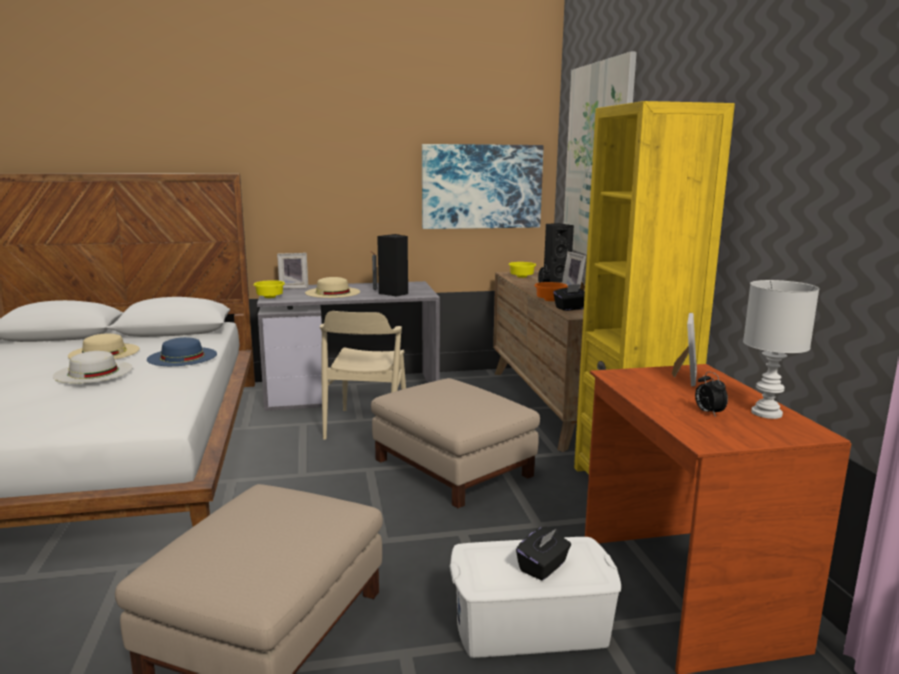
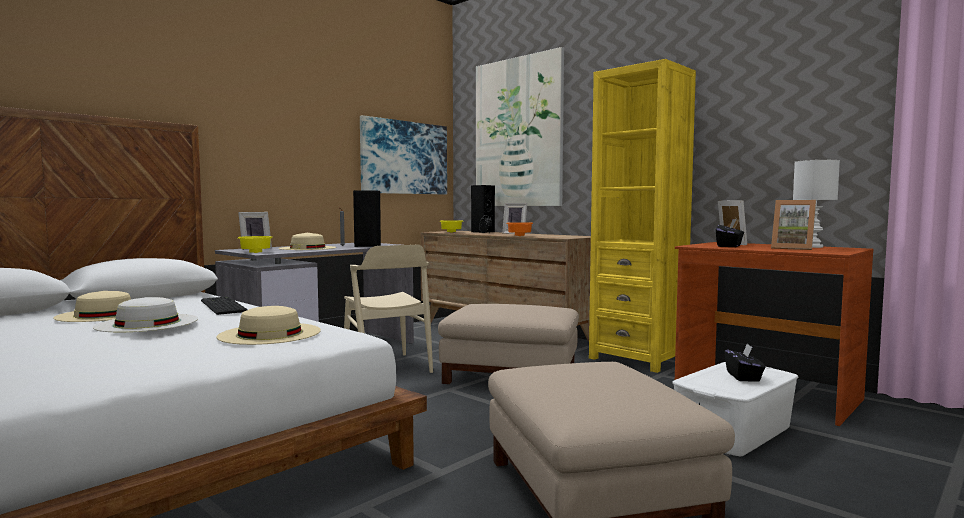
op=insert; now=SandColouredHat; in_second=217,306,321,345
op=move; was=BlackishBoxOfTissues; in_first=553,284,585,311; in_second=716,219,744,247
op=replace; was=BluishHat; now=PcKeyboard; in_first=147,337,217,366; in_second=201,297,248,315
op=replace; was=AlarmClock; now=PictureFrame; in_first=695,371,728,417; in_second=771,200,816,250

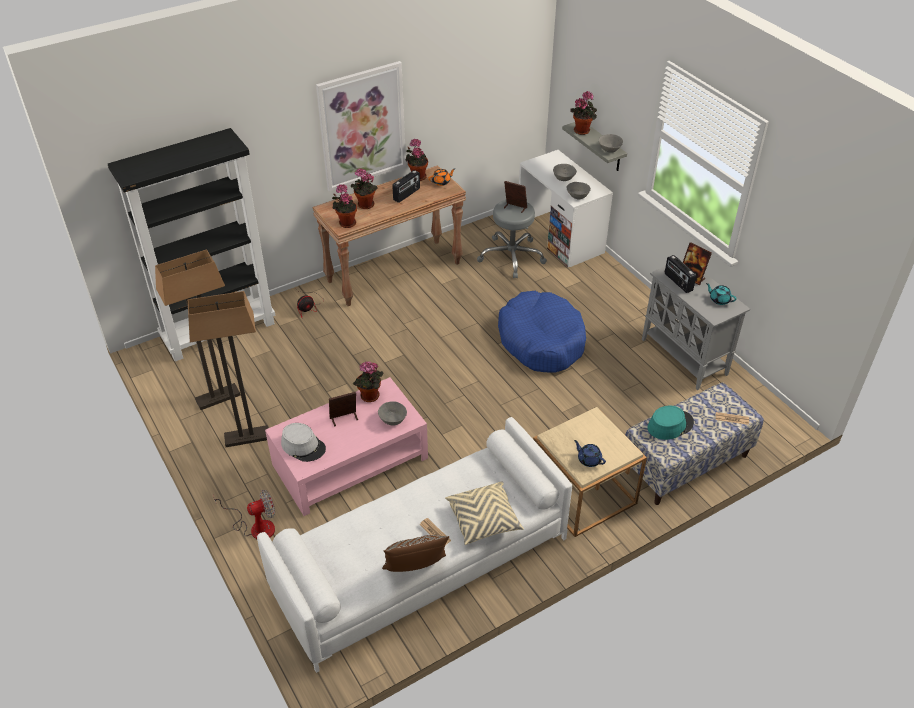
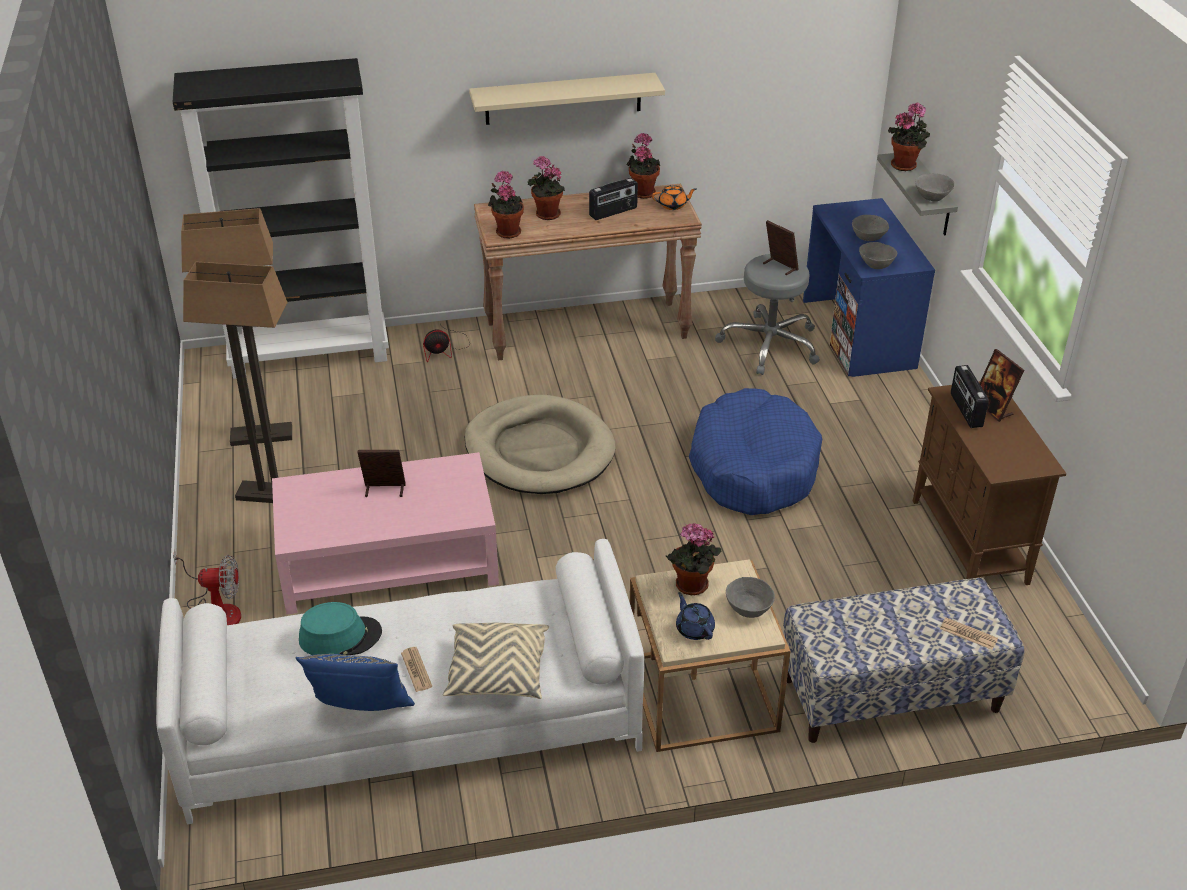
op=delete; was=GreyHat; in_first=281,423,326,462
op=delete; was=TurquoisePotForTea; in_first=706,283,737,305
op=insert; now=SandColouredDogCushion; in_second=465,395,616,494
op=move; was=Houseplant; in_first=353,361,383,402; in_second=666,523,721,595
op=move; was=GreyDeepDish; in_first=378,401,407,426; in_second=726,577,775,618
op=move; was=TurquoiseHat; in_first=648,406,694,440; in_second=299,602,382,655
op=replace; was=Picture; now=SandColouredWallShelf; in_first=316,61,406,192; in_second=469,73,665,125
op=recolor; was=BrownColouredCushion; now=BluishCushion; in_first=382,535,449,572; in_second=295,654,415,711
op=recolor; was=WhitishDeskUnit; now=BluishDeskUnit; in_first=519,150,613,267; in_second=803,198,935,377
op=recolor; was=GreyCabinet; now=BrownColouredCabinet; in_first=642,258,750,390; in_second=913,381,1066,585

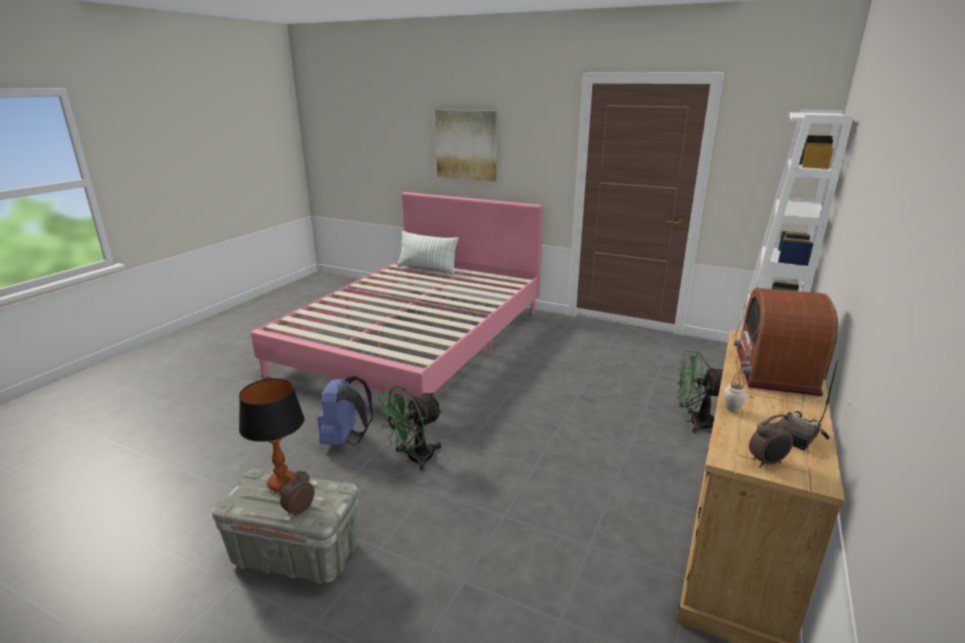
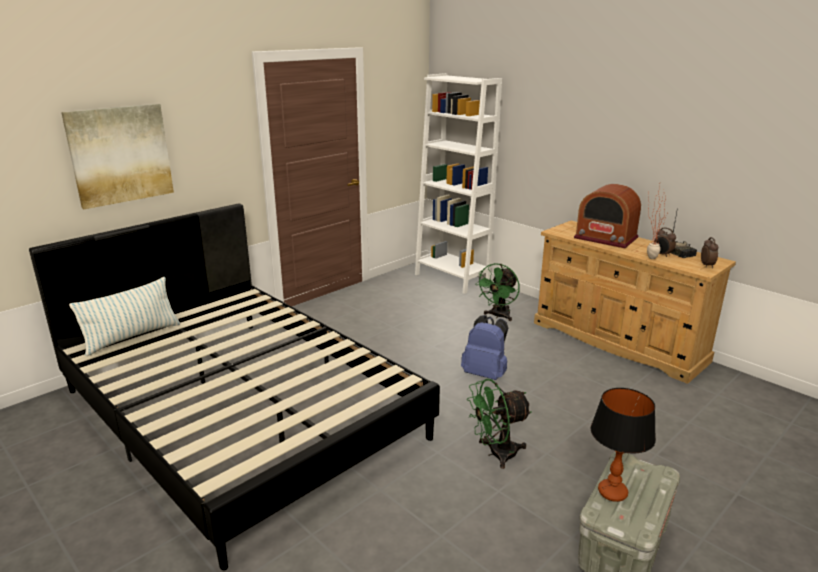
op=move; was=AlarmClock; in_first=280,471,315,518; in_second=654,227,676,257
op=move; was=BluishKnapsack; in_first=317,376,373,446; in_second=461,315,508,380
op=recolor; was=PinkBed; now=BlackishBed; in_first=251,192,543,399; in_second=29,203,440,570
op=rotate; was=GreenColouredFan; in_first=377,386,443,471; in_second=467,378,532,469; clockwise=90

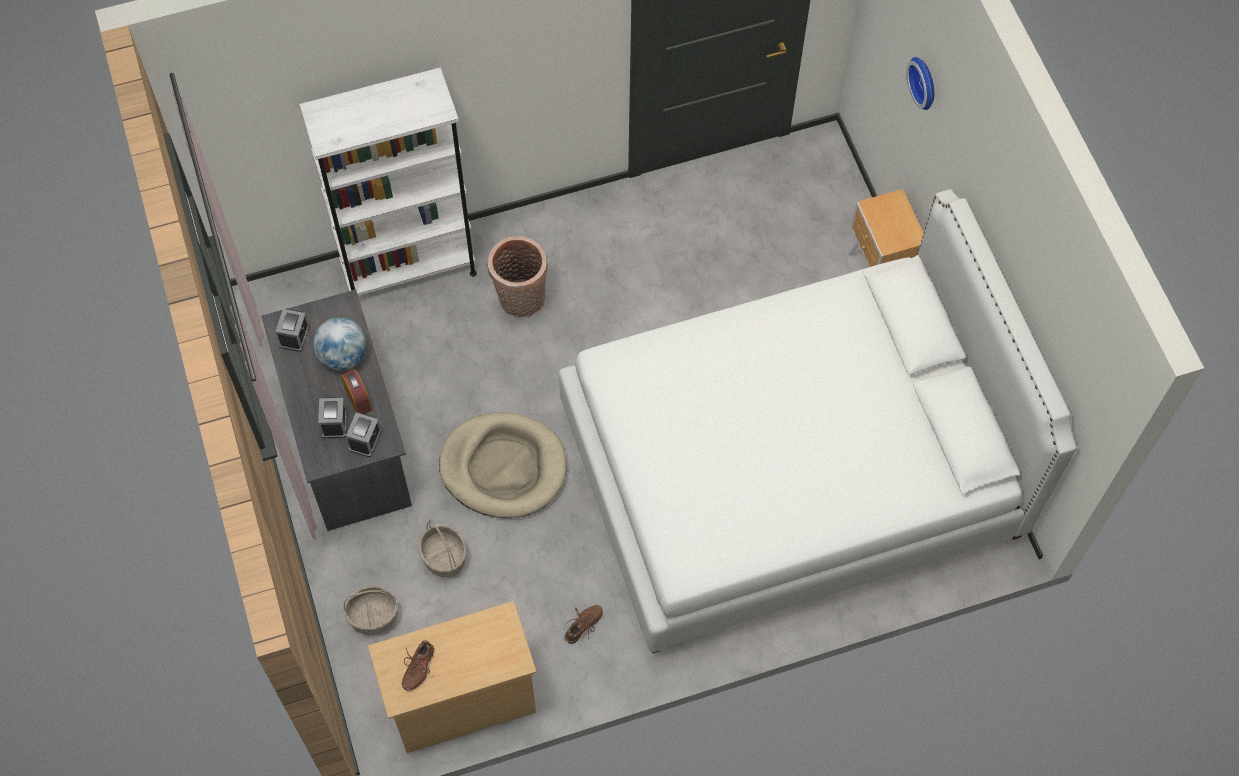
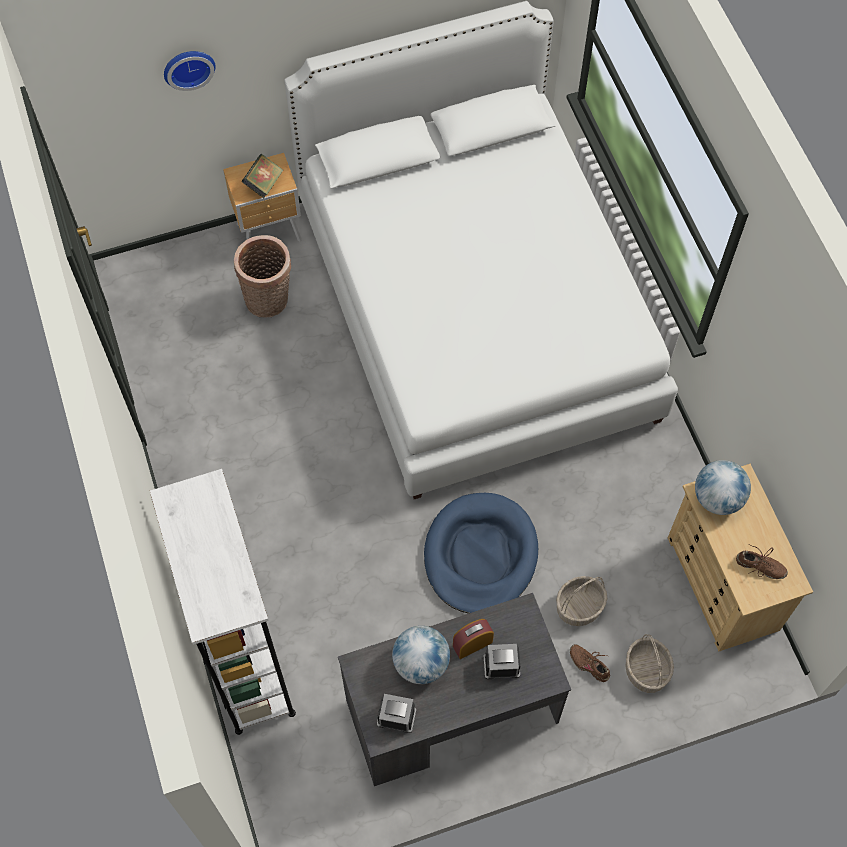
op=delete; was=AlarmClock; in_first=346,412,382,457
op=insert; now=Book; in_second=242,154,283,198
op=insert; now=Globe; in_second=695,460,751,515
op=move; was=Basket; in_first=488,236,548,318; in_second=234,235,291,318
op=move; was=BrownColouredShoe; in_first=564,605,603,644; in_second=570,644,610,682
op=recolor; was=SandColouredDogCushion; now=BluishDogCushion; in_first=439,412,566,518; in_second=424,493,538,614

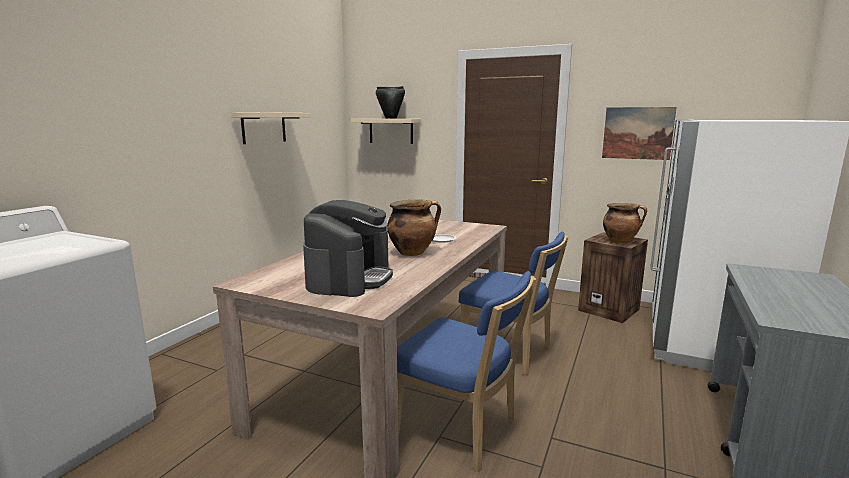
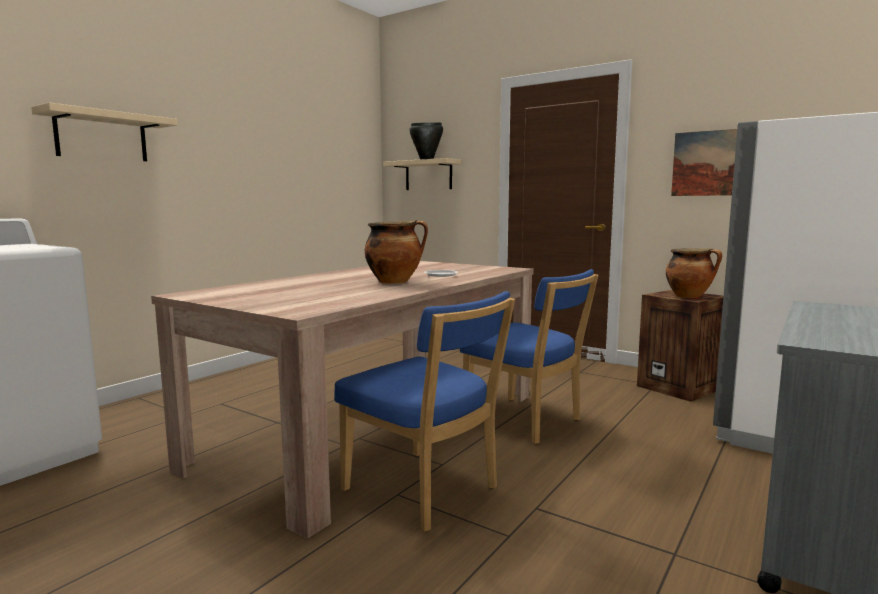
op=delete; was=CoffeeMaker; in_first=303,200,393,297
op=move; was=SandColouredWallShelf; in_first=231,112,310,144; in_second=31,102,178,161

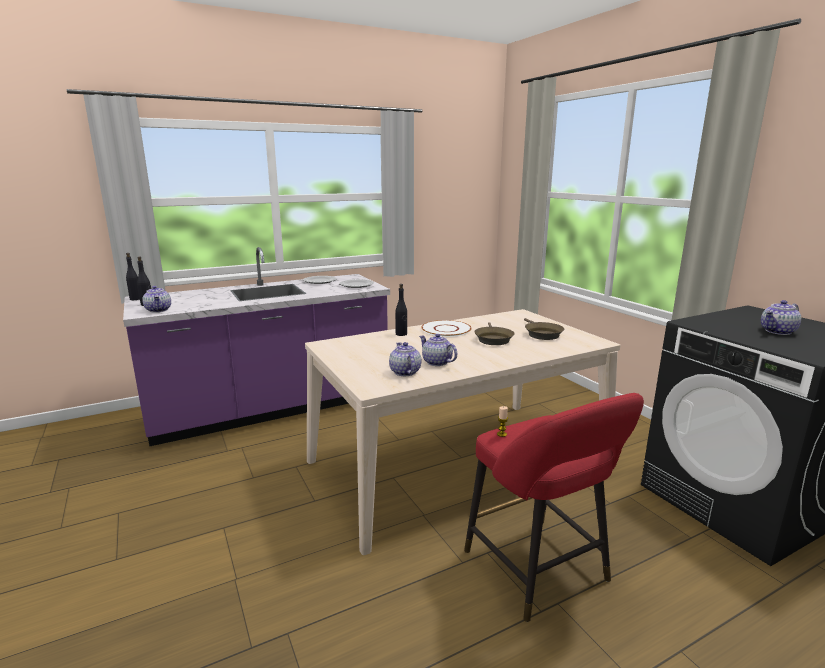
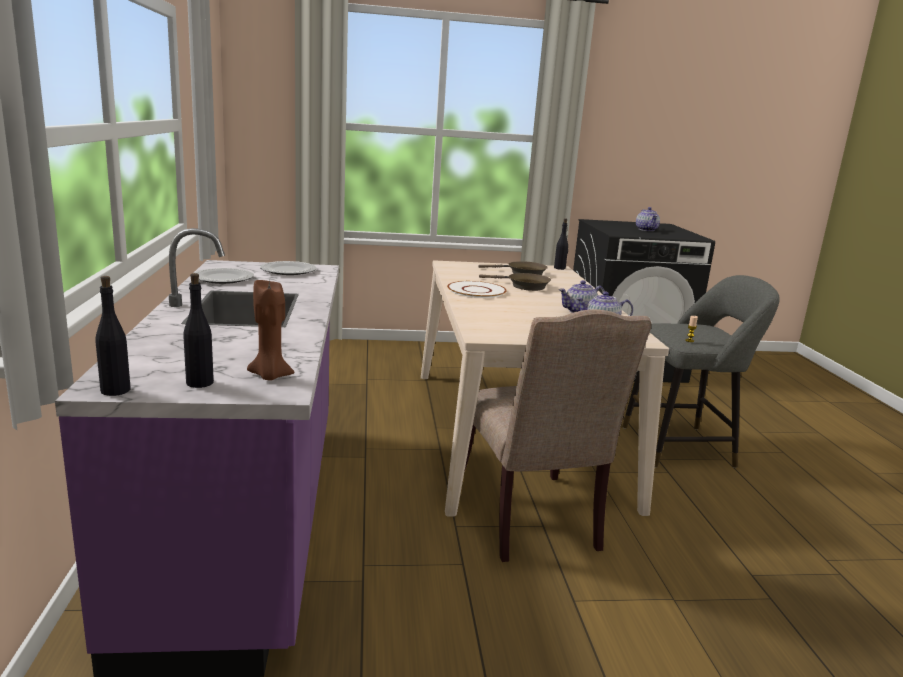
op=insert; now=SandColouredUprightChair; in_second=464,309,651,562
op=move; was=BlackishBottle; in_first=395,284,407,336; in_second=554,218,568,270
op=replace; was=PotForTea; now=BrownColouredWaxCandle; in_first=142,286,171,313; in_second=247,280,295,381
op=recolor; was=ReddishSittingStool; now=GreySittingStool; in_first=464,393,644,622; in_second=622,275,780,468

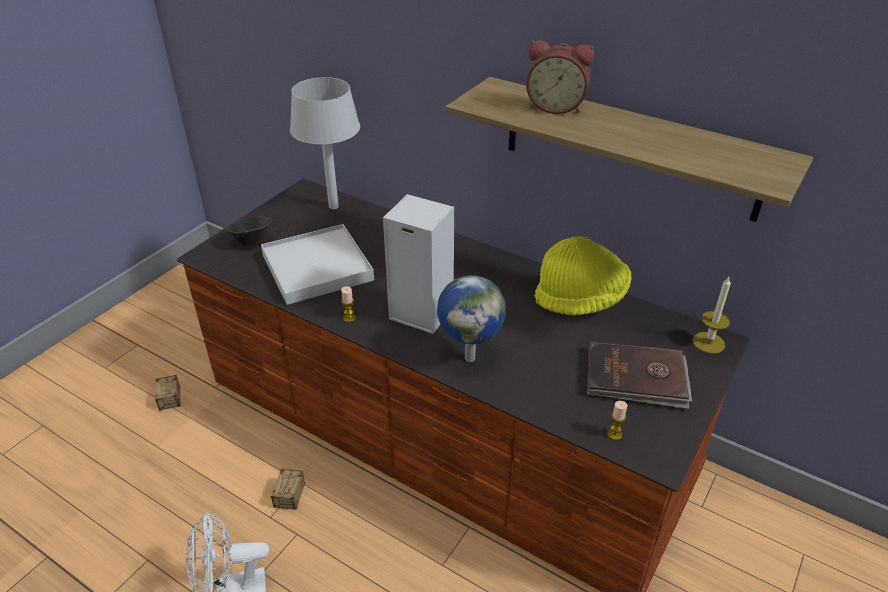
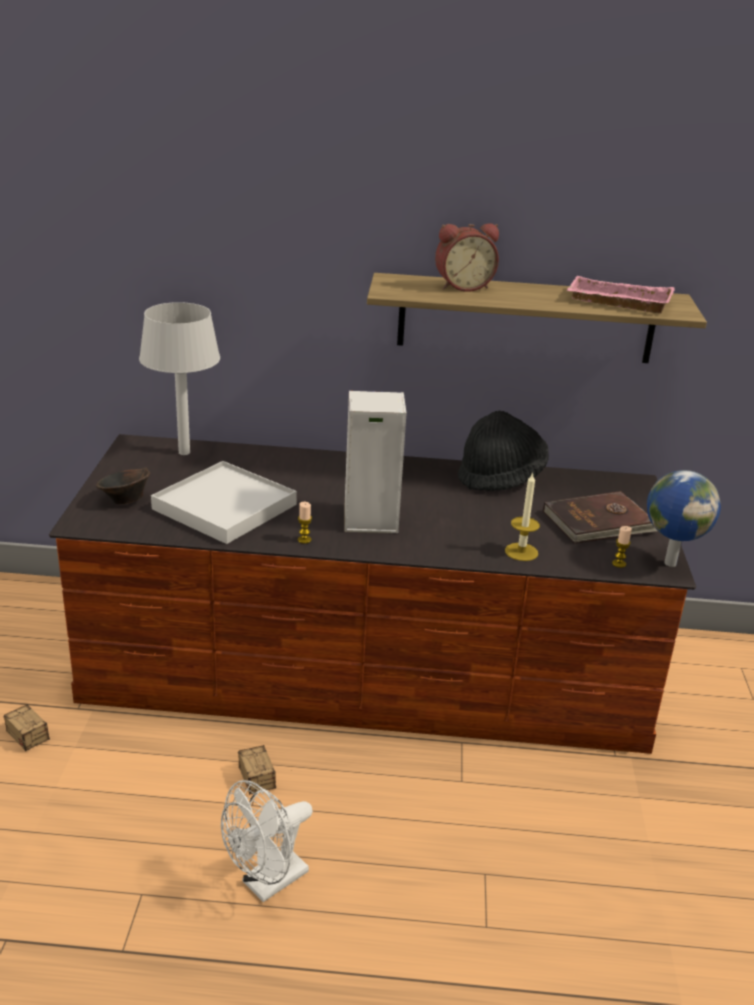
op=insert; now=PinkCarryingTray; in_second=567,276,675,313
op=move; was=Globe; in_first=437,275,506,362; in_second=647,470,721,567
op=move; was=WaxCandle; in_first=693,277,731,354; in_second=505,472,540,561
op=recolor; was=YellowishHat; now=BlackishHat; in_first=535,236,632,315; in_second=458,410,549,491

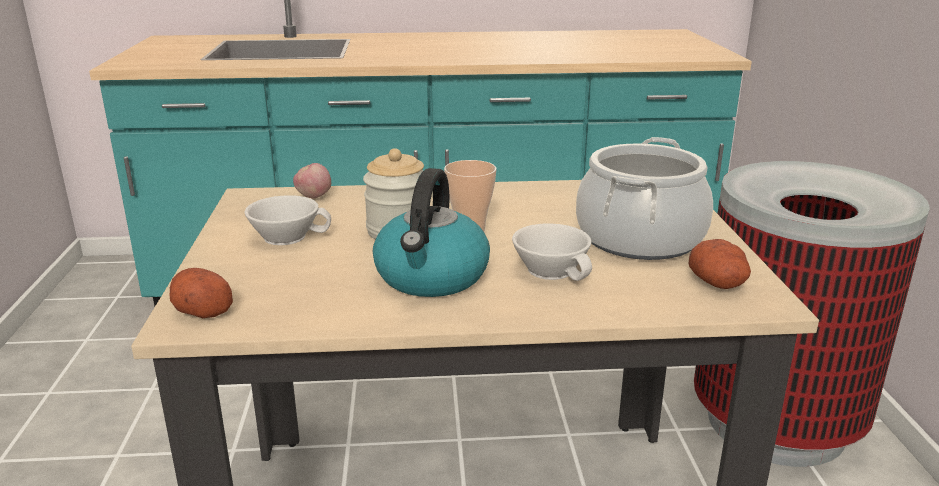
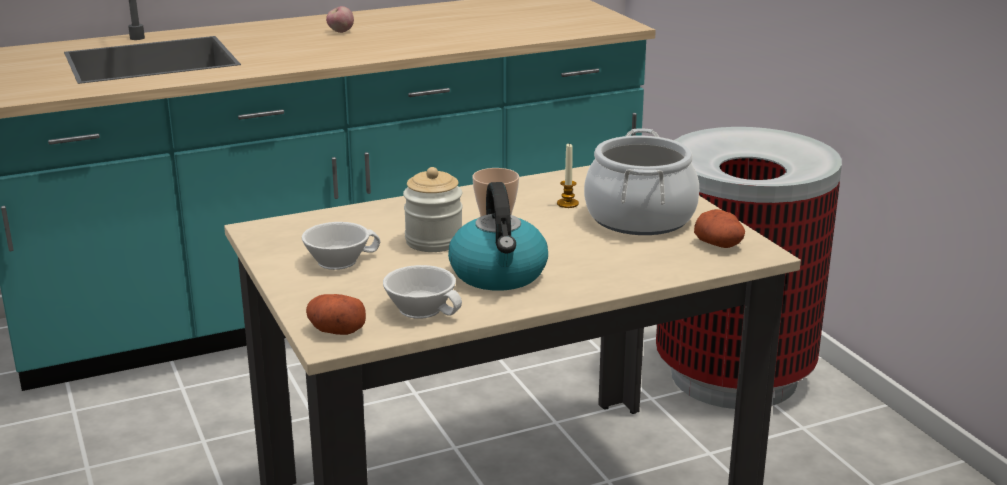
op=insert; now=WaxCandle; in_second=557,143,579,208
op=move; was=Apple; in_first=293,163,331,198; in_second=326,6,354,33
op=move; was=WhitishSmallCup; in_first=512,223,592,281; in_second=383,265,462,319

